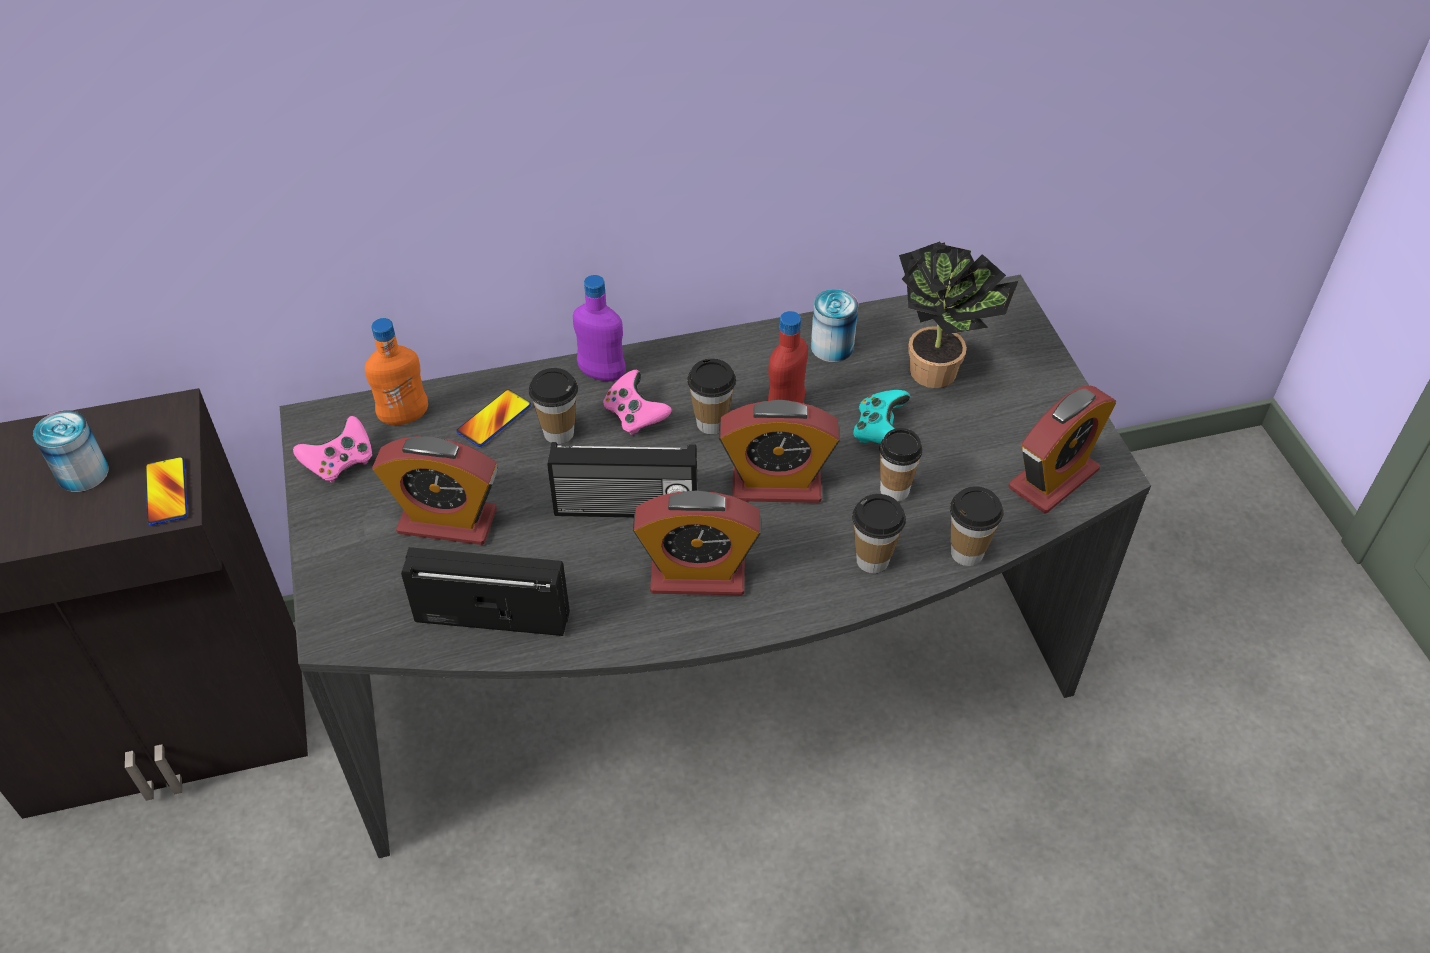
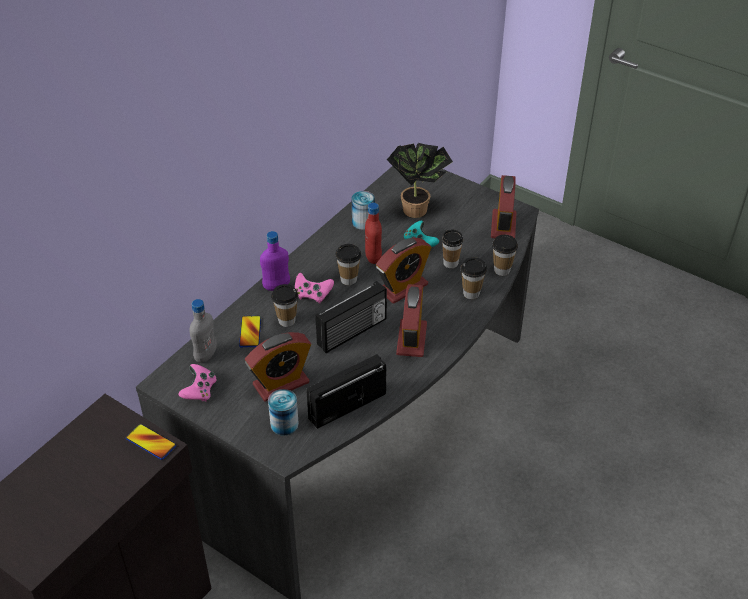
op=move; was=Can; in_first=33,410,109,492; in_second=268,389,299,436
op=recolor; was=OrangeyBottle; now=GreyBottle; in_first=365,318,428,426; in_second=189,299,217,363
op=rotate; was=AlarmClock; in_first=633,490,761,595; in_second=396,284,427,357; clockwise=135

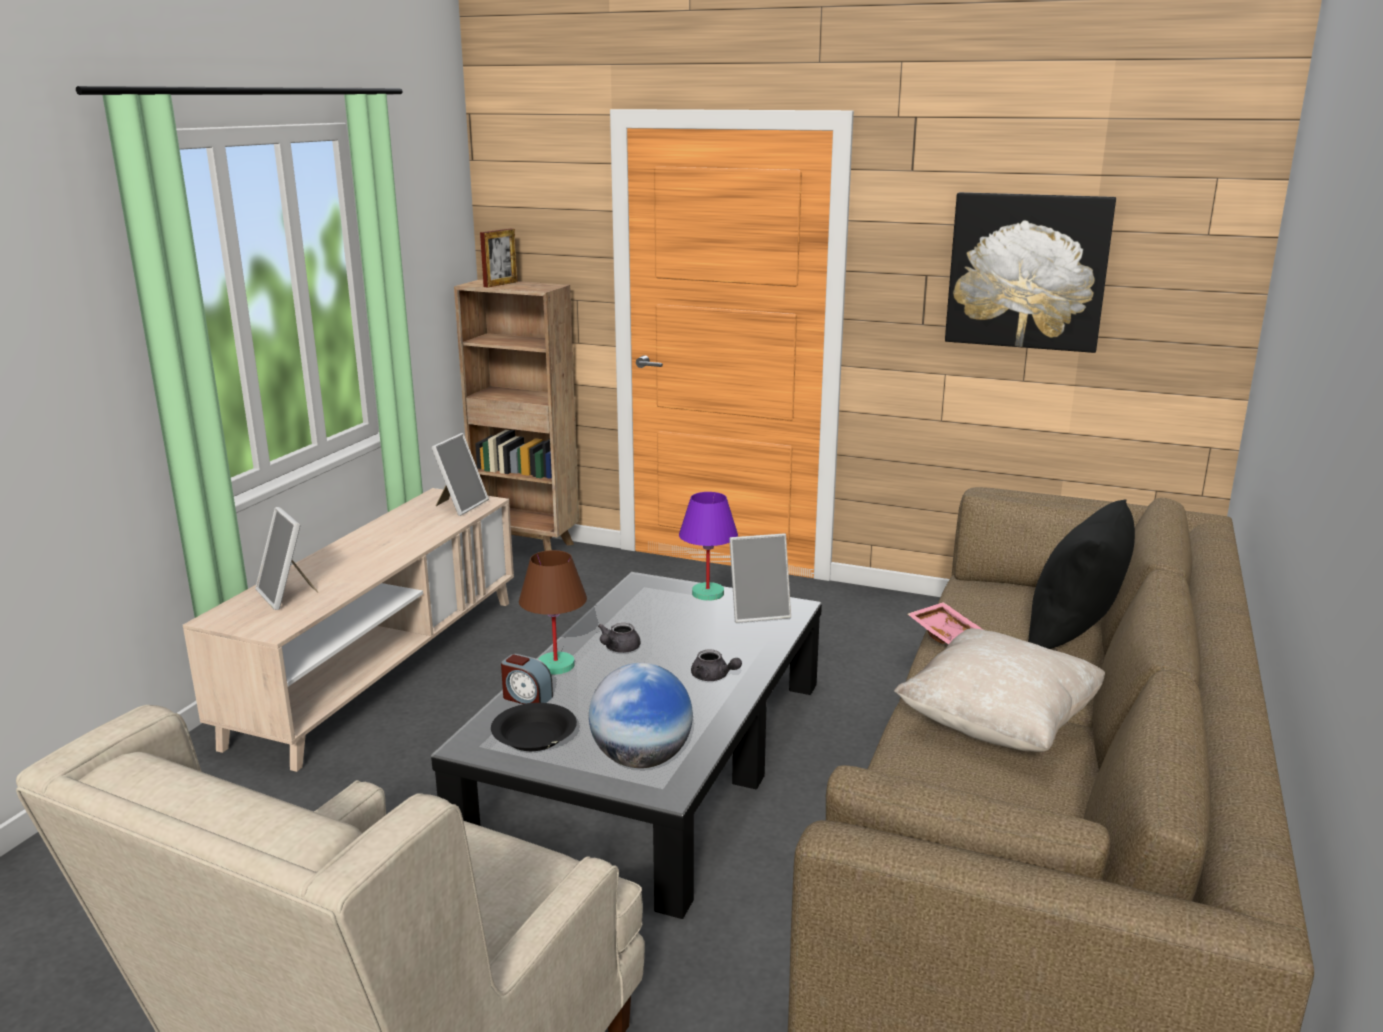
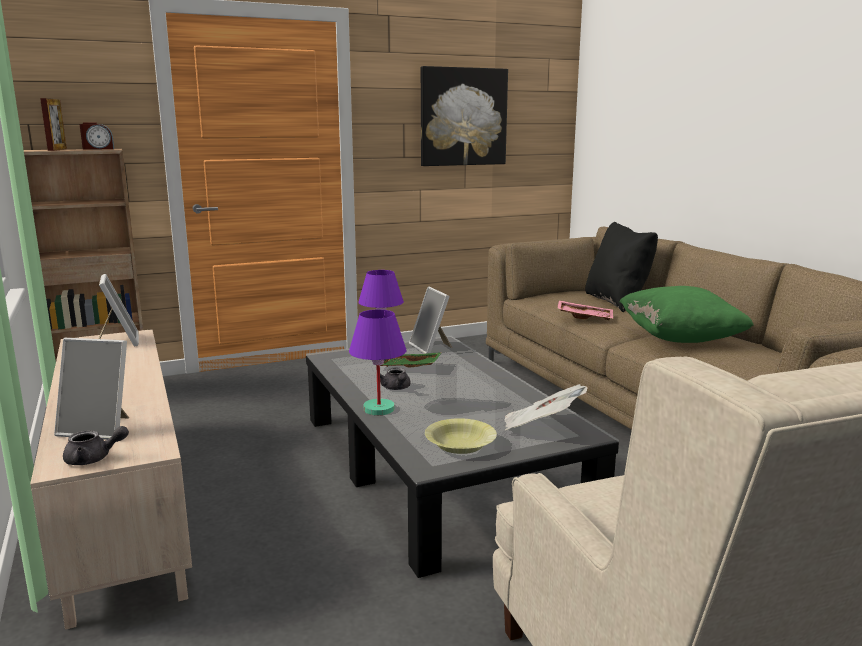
op=insert; now=GreenColouredCarryingTray; in_second=380,352,442,367
op=move; was=AlarmClock; in_first=501,654,553,704; in_second=79,122,114,150
op=move; was=GreyPotForTea; in_first=691,650,742,681; in_second=63,426,129,465
op=replace; was=Globe; now=DailyPaper; in_first=589,663,693,768; in_second=505,384,587,430
op=recolor; was=BlackishDeepDish; now=YellowishDeepDish; in_first=491,703,577,751; in_second=425,418,497,454
op=recolor; was=BrownColouredTableLamp; now=PurpleTableLamp; in_first=519,550,587,675; in_second=349,309,407,415
op=recolor; was=SandColouredCushion; now=GreenColouredCushion; in_first=894,628,1105,752; in_second=620,286,754,343
op=rotate; was=PictureFrame; in_first=729,533,791,623; in_second=409,287,452,354; clockwise=120

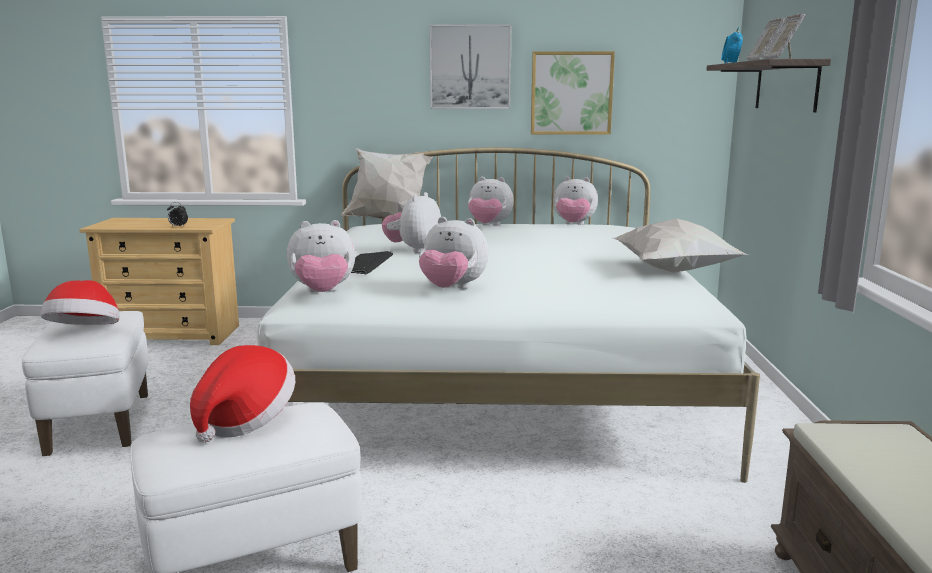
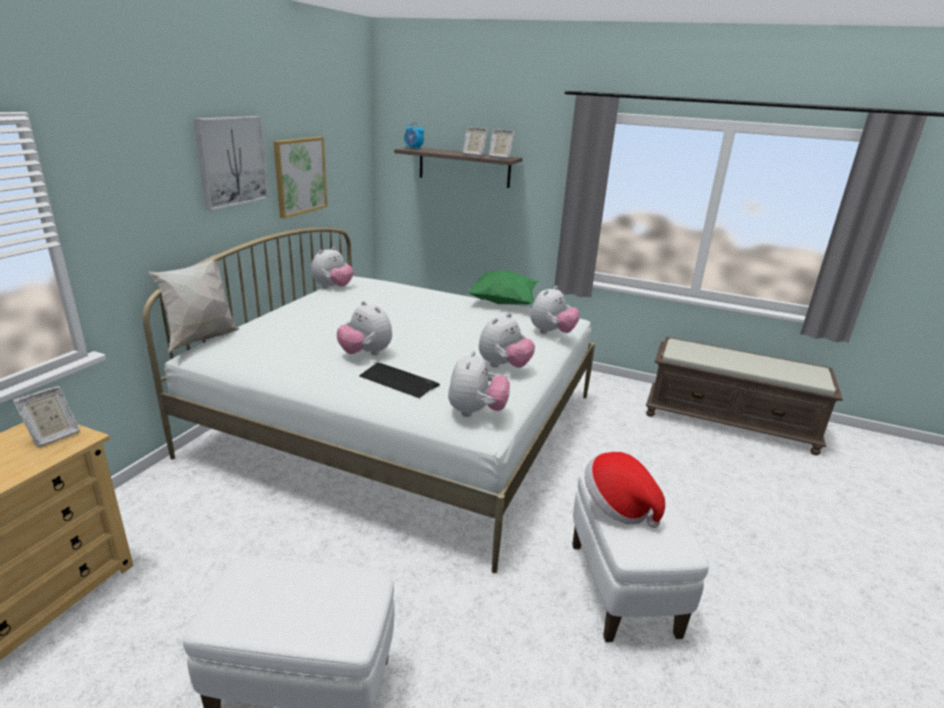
op=delete; was=Hat; in_first=41,280,120,325
op=delete; was=AlarmClock; in_first=167,202,188,226
op=insert; now=PictureFrame; in_second=12,386,80,447
op=move; was=CuddlyToy; in_first=468,177,514,226; in_second=531,286,580,334
op=recolor; was=WhitishCushion; now=GreenColouredCushion; in_first=613,219,749,272; in_second=467,270,539,305

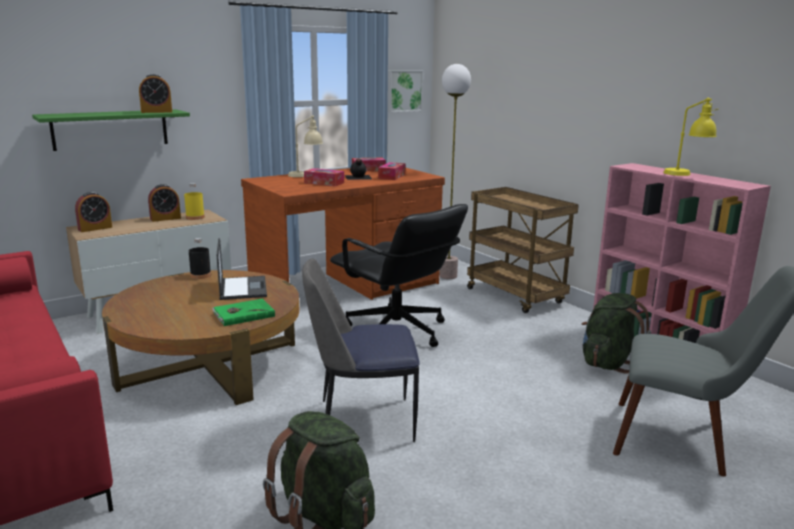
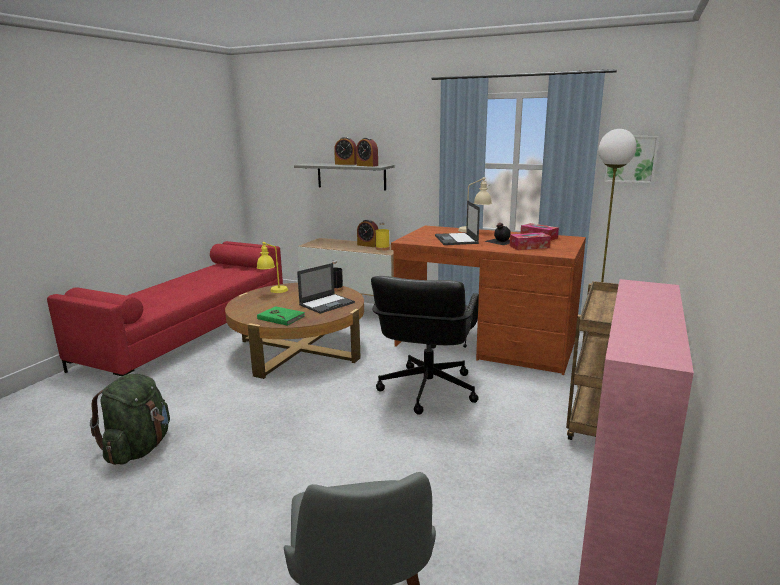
op=delete; was=UprightChair; in_first=302,258,420,442
op=delete; was=GreenColouredKnapsack; in_first=581,293,651,373
op=move; was=AlarmClock; in_first=75,192,112,232; in_second=334,137,357,165
op=move; was=YellowishTableLamp; in_first=663,98,719,176; in_second=257,242,288,293
op=replace; was=BoxOfTissues; now=PortableComputer; in_first=304,168,344,186; in_second=435,200,480,245
op=recolor; was=GreenColouredWallShelf; now=GreyWallShelf; in_first=32,109,190,151; in_second=294,163,395,190

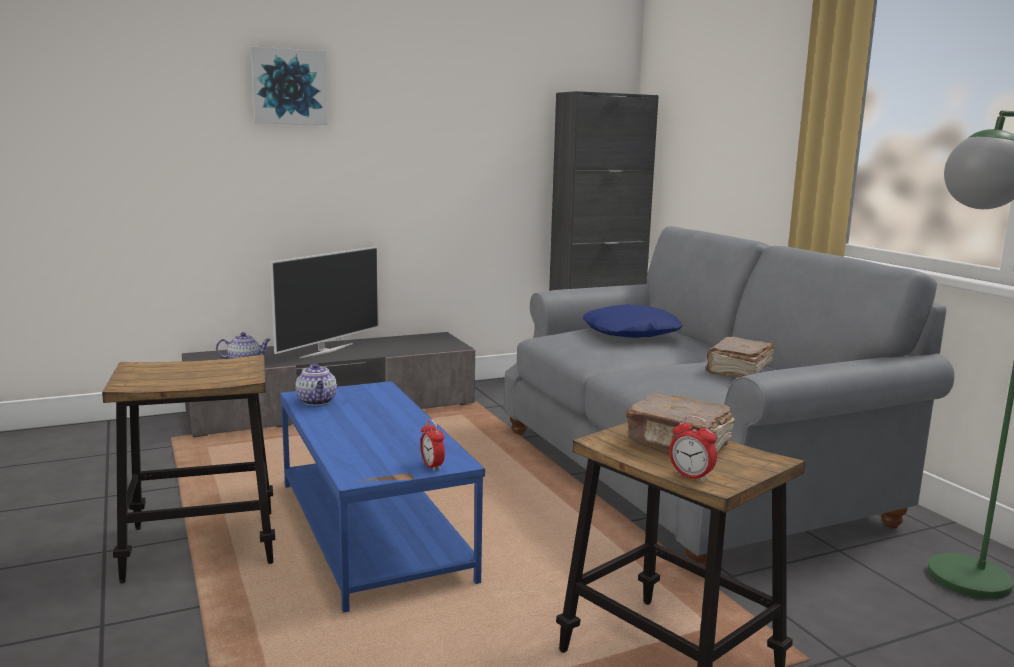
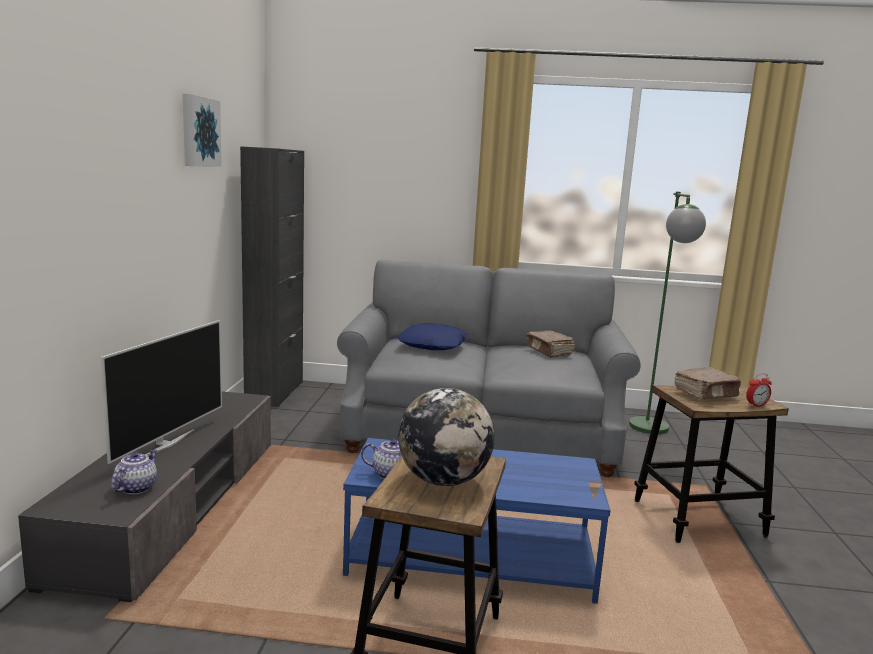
op=delete; was=AlarmClock; in_first=420,419,445,471
op=insert; now=Globe; in_second=398,388,495,486
op=move; was=Picture; in_first=250,47,328,125; in_second=183,94,222,167
op=rotate; was=TvSet; in_first=270,246,379,359; in_second=101,320,222,464; clockwise=45

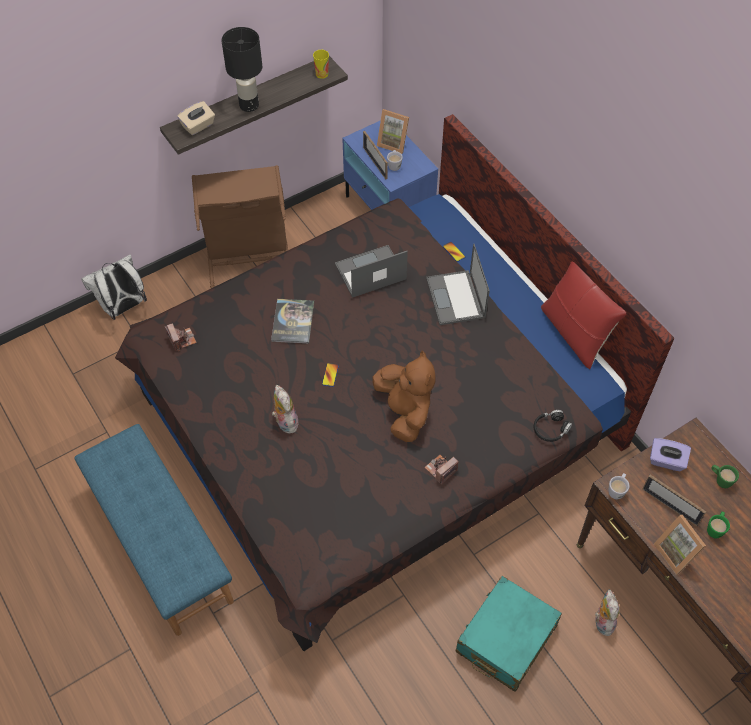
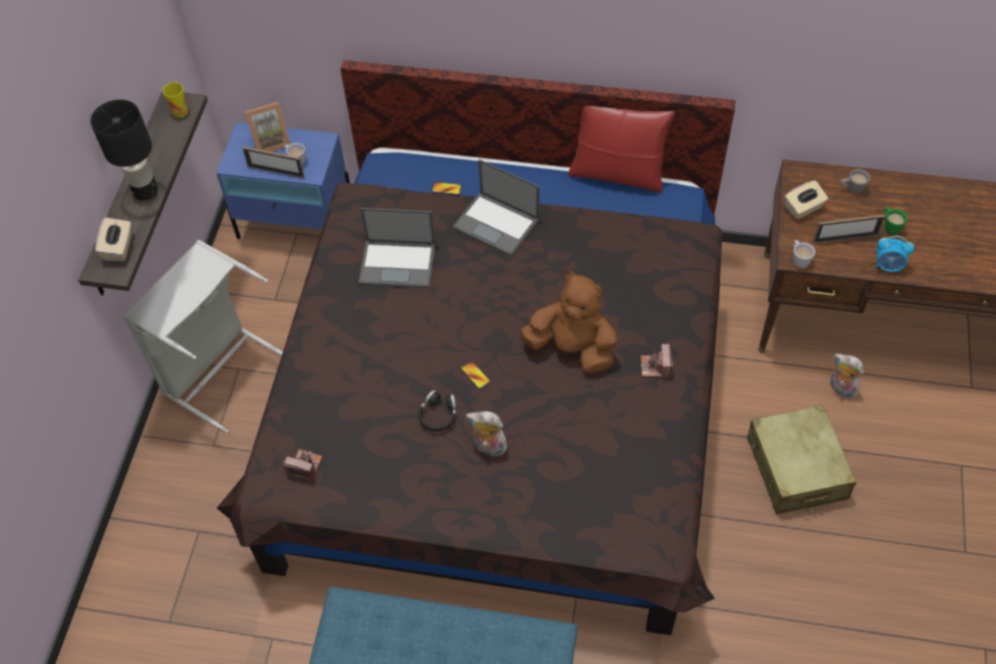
op=delete; was=WhitishKnapsack; in_first=81,254,147,320
op=delete; was=Book; in_first=271,299,314,344
op=move; was=BlackishHeadphones; in_first=533,410,572,442; in_second=418,390,456,432
op=replace; was=PictureFrame; now=AlarmClock; in_first=654,515,706,575; in_second=874,236,914,273
op=recolor; was=BrownColouredHamper; now=GreyHamper; in_first=192,165,288,288; in_second=123,240,283,433
op=recolor; was=TurquoiseTravelCase; now=SandColouredTravelCase; in_first=455,576,562,692; in_second=747,405,857,514
op=recolor; was=PurpleBoxOfTissues; now=SandColouredBoxOfTissues; in_first=650,438,691,471; in_second=784,180,828,220
op=recolor; was=GreenColouredMug; now=GreyMug; in_first=712,465,739,488; in_second=840,169,870,194
op=rotate; was=PortableComputer; in_first=335,245,408,298; in_second=358,208,436,288; clockwise=-105

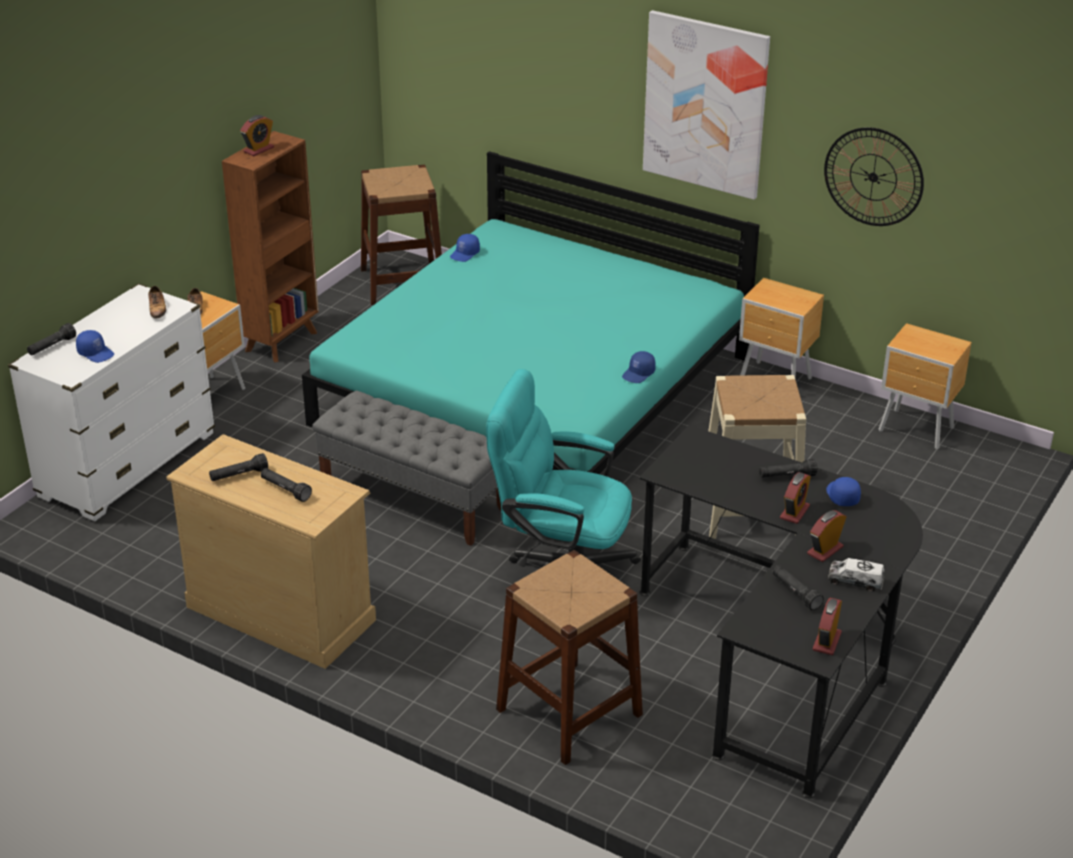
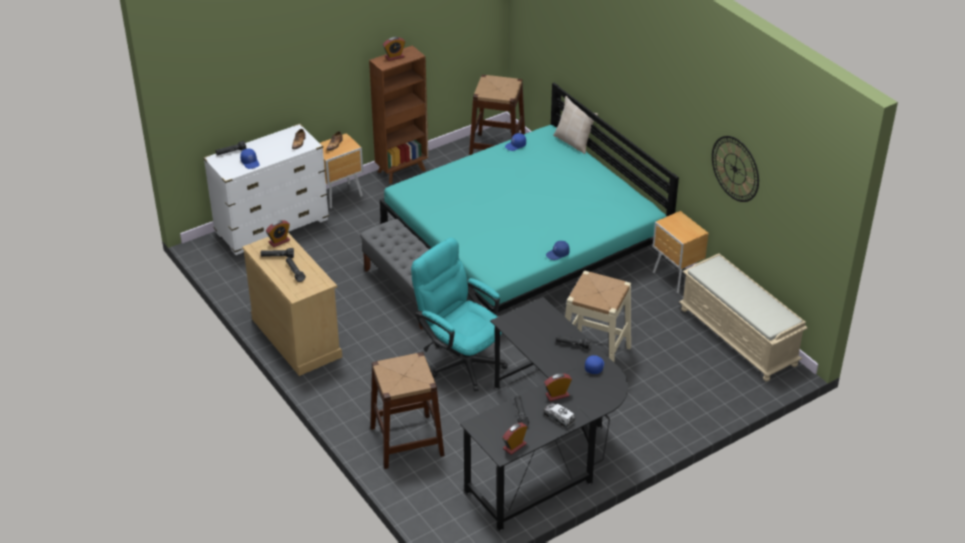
op=delete; was=Picture; in_first=643,10,770,200
op=insert; now=SandColouredCushion; in_second=553,96,598,154
op=move; was=AlarmClock; in_first=780,472,811,524; in_second=266,220,290,247
op=replace; was=BrownColouredBedsideTable; now=SandColouredBench; in_first=879,323,972,450; in_second=679,253,808,381

